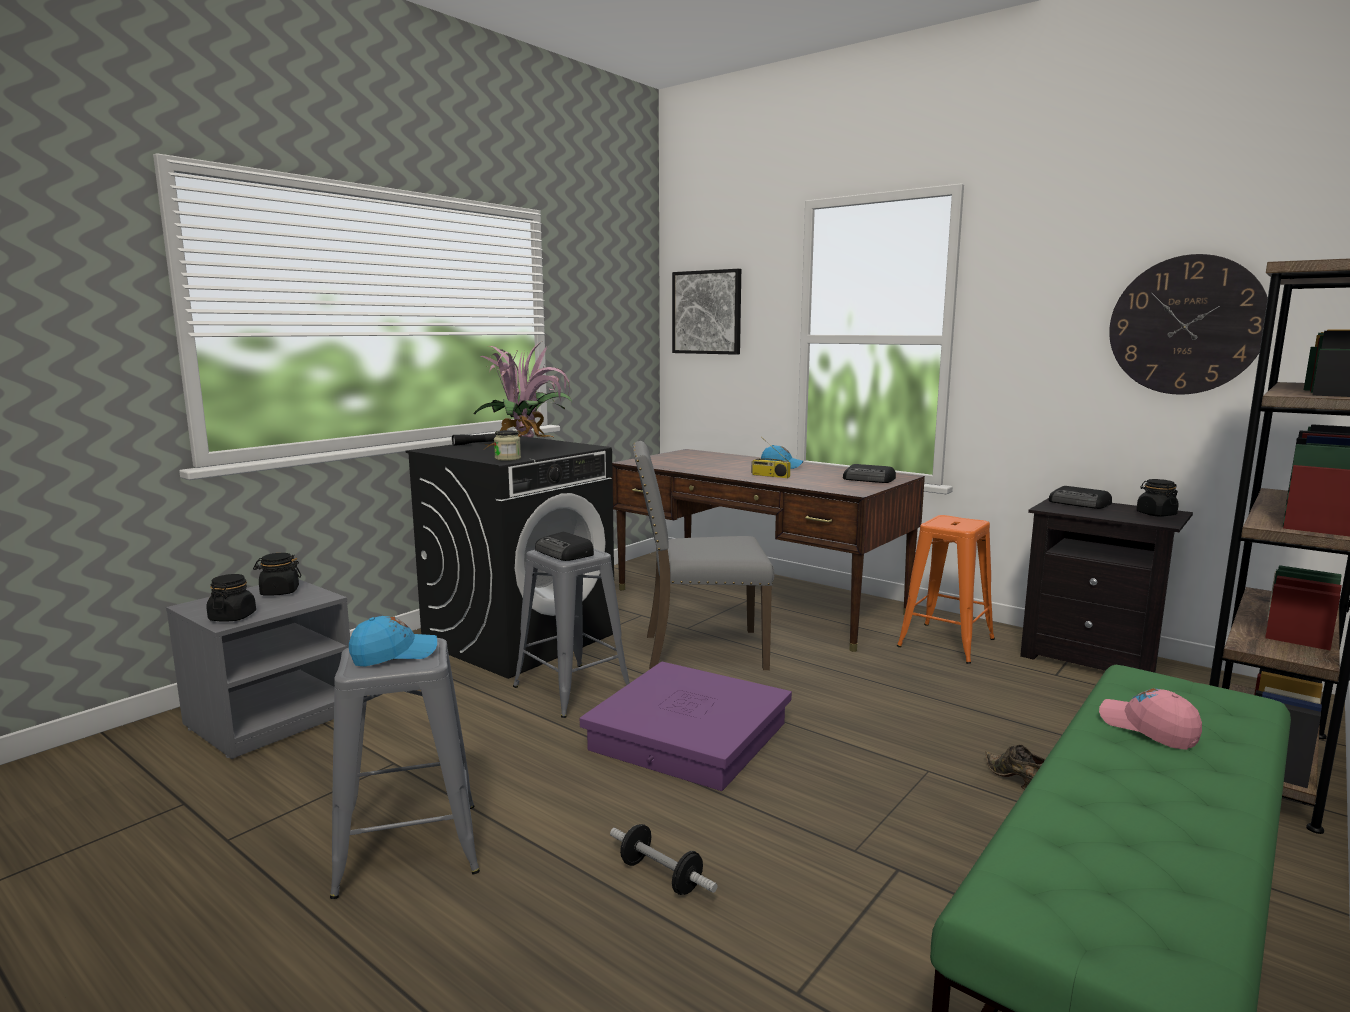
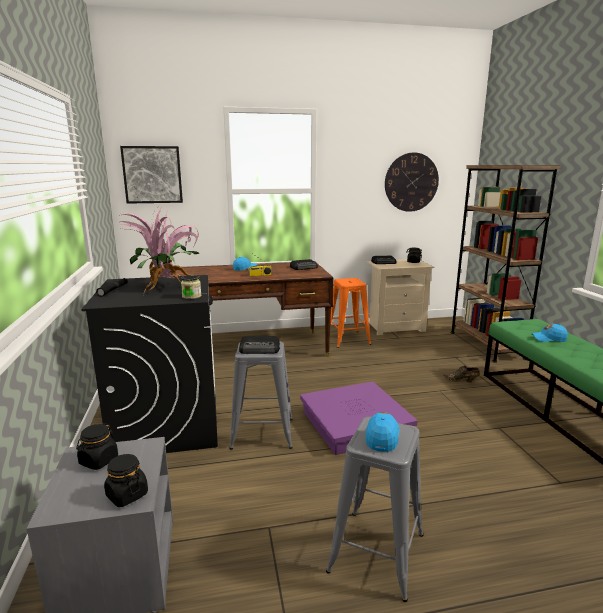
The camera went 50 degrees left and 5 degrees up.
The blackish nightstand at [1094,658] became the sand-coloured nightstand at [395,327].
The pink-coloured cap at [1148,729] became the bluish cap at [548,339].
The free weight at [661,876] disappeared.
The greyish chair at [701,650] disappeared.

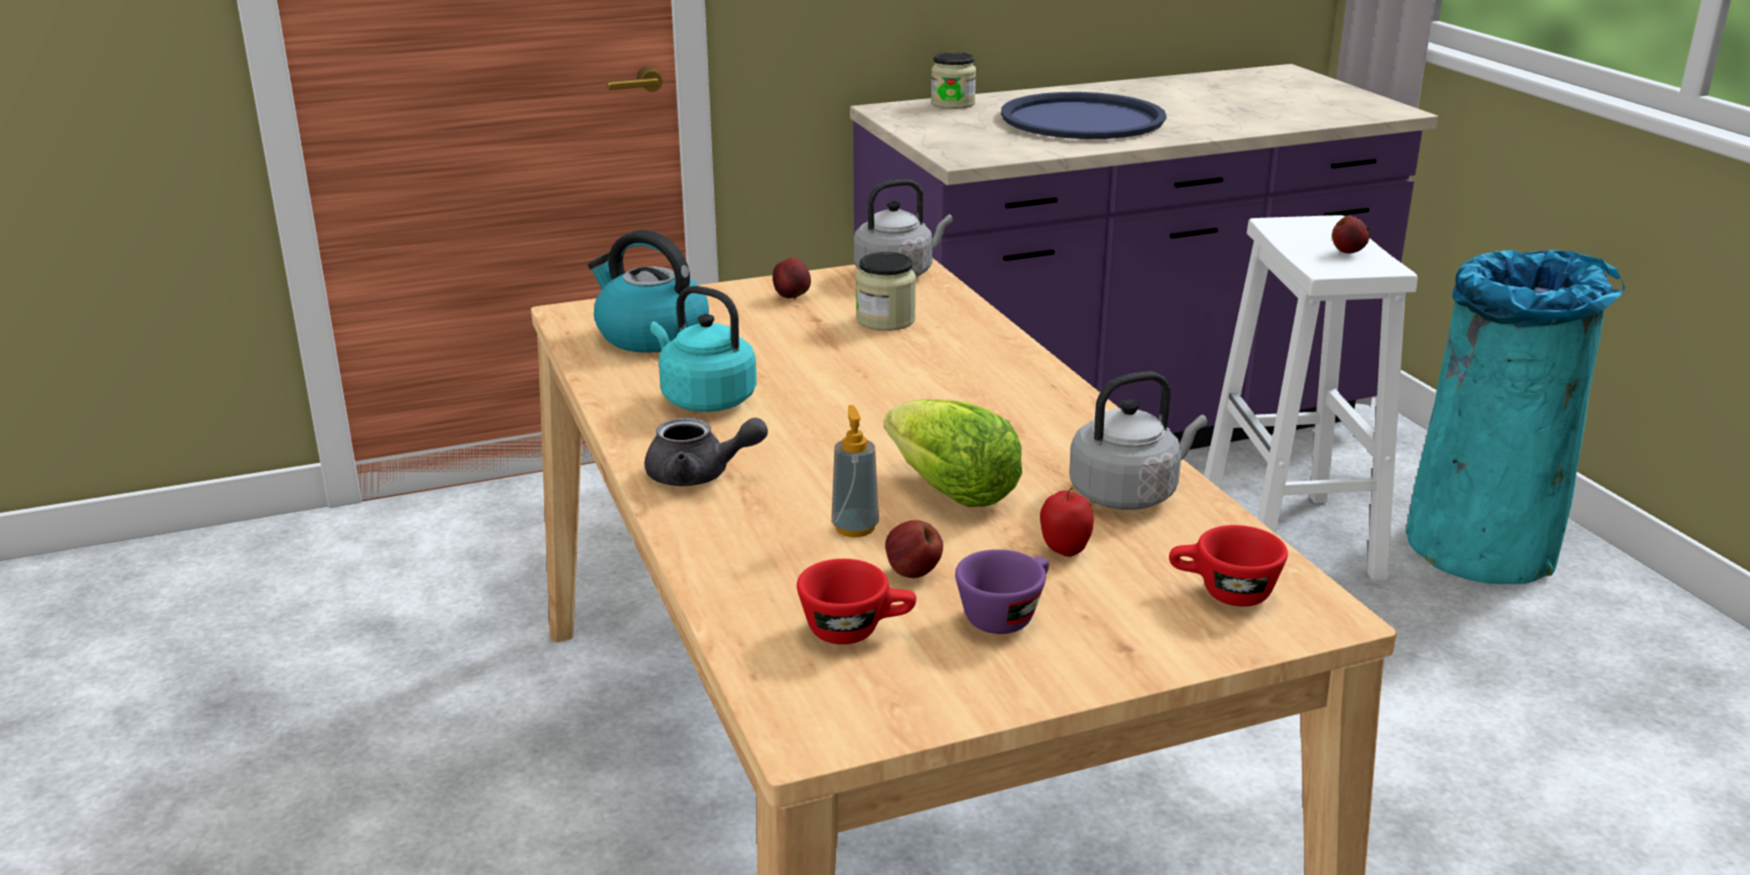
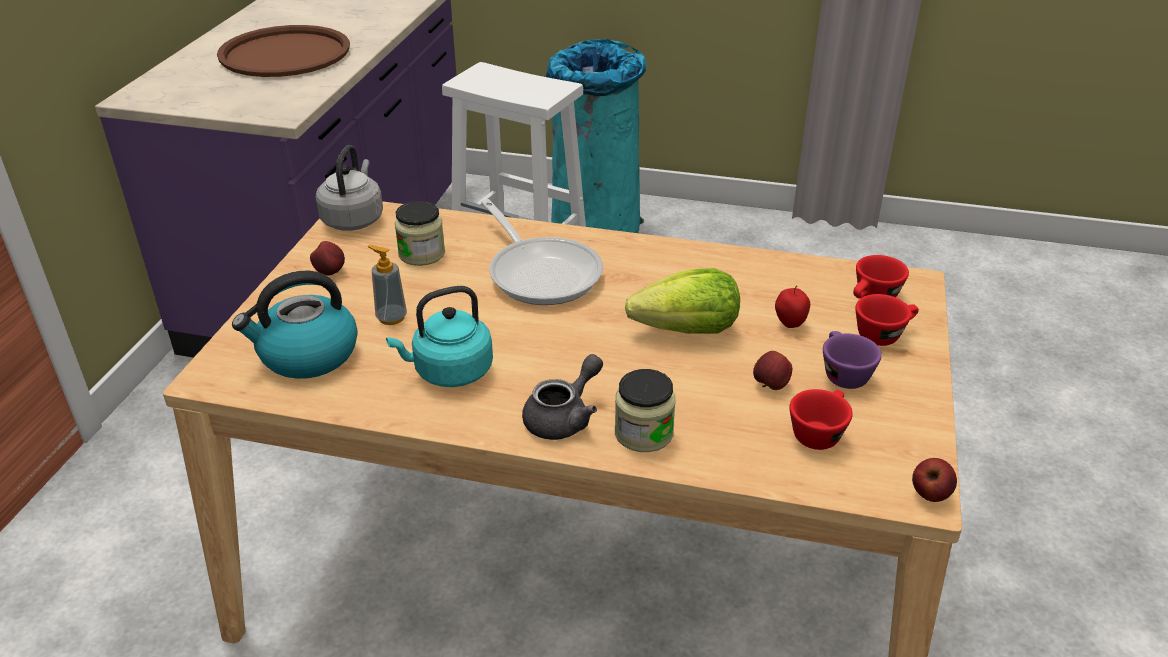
The camera went 55 degrees left and 10 degrees up.
The bluish serving tray at [1082,119] became the brown-coloured serving tray at [285,53].
The soap dispenser moved from [855,527] to [391,317].
The frying pan at [541,272] appeared.
The storage jar moved from [953,104] to [643,433].
The reddish cup at [883,334] appeared.
The apple fruit moved from [1348,252] to [930,494].
The greyish kettle at [1128,493] disappeared.

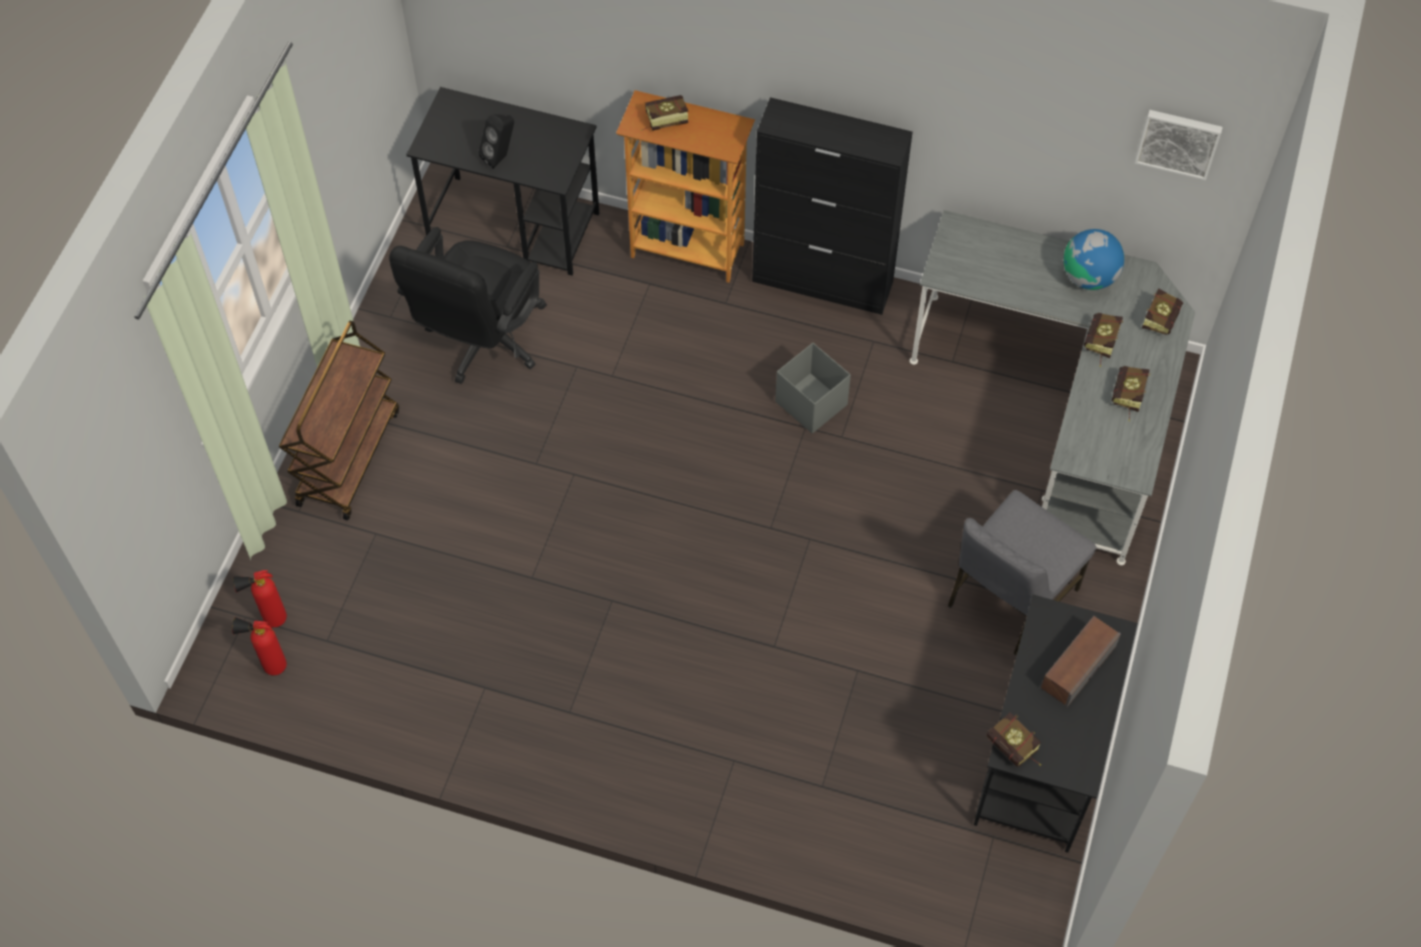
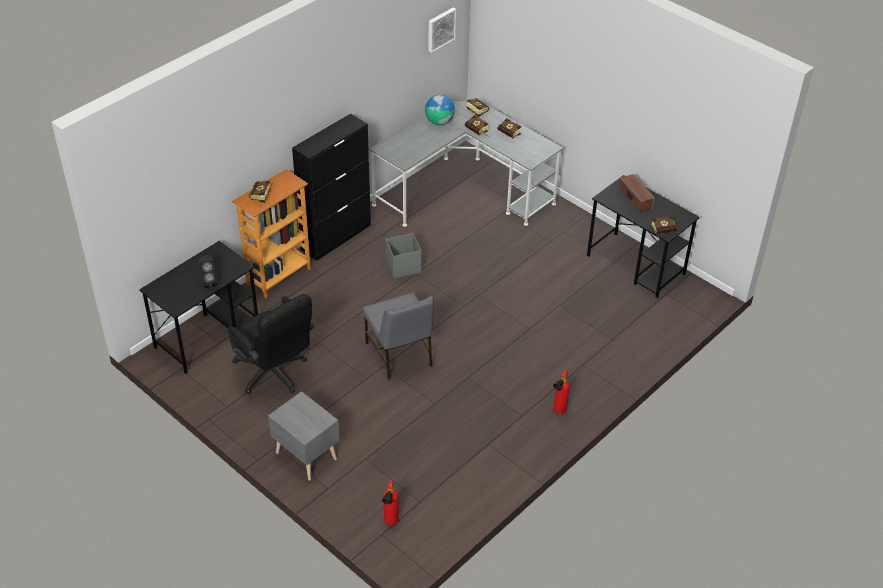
The camera went 65 degrees left and 15 degrees down.
The brown-coloured trolley at [348,456] was replaced by the greyish nightstand at [306,455].
The greyish chair moved from [1009,597] to [400,355].
The fire-fighting cylinder moved from [269,666] to [558,412].

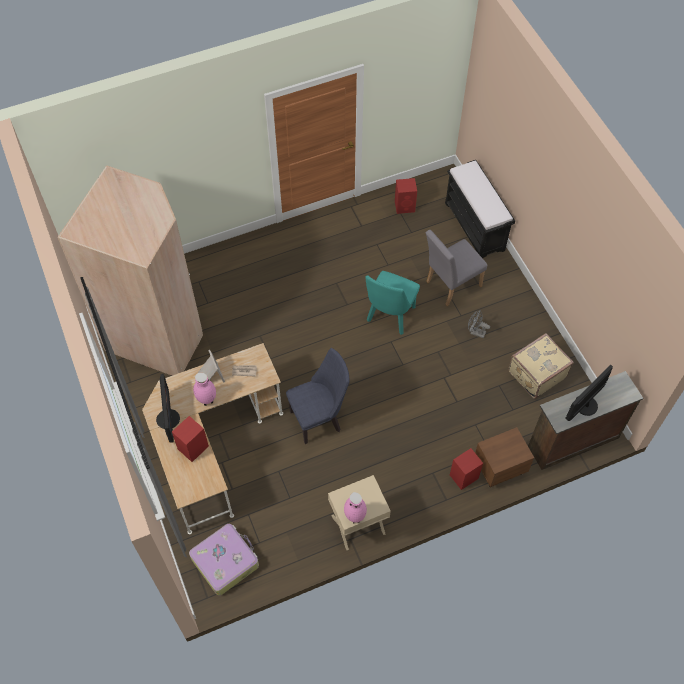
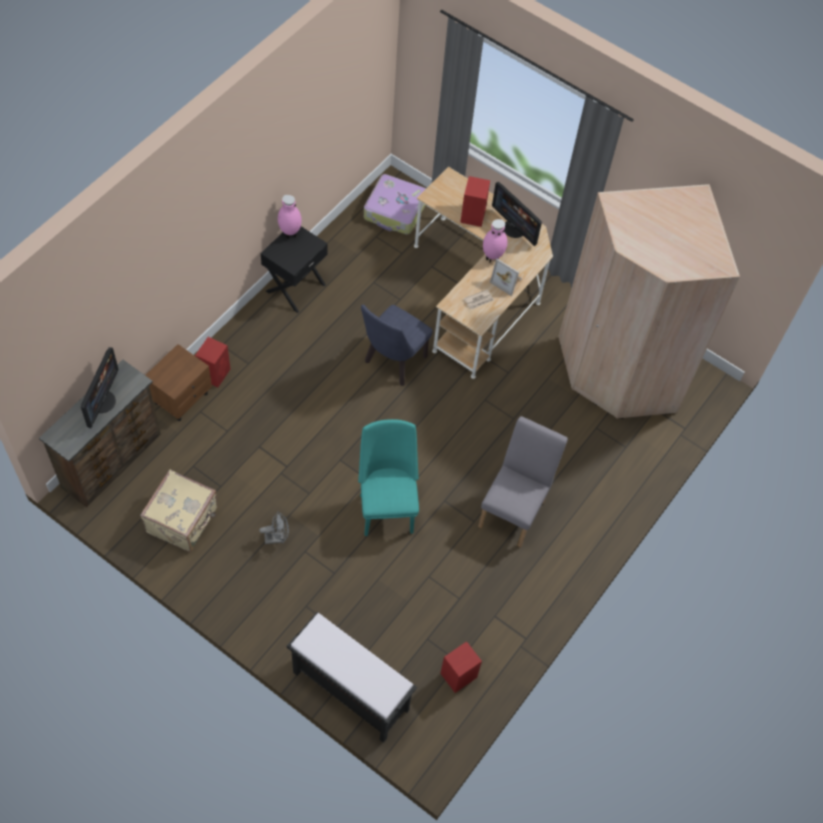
The camera went 145 degrees right and 0 degrees up.
The sand-coloured nightstand at [358,525] became the blackish nightstand at [295,287].
The greyish chair moved from [450,285] to [514,509].

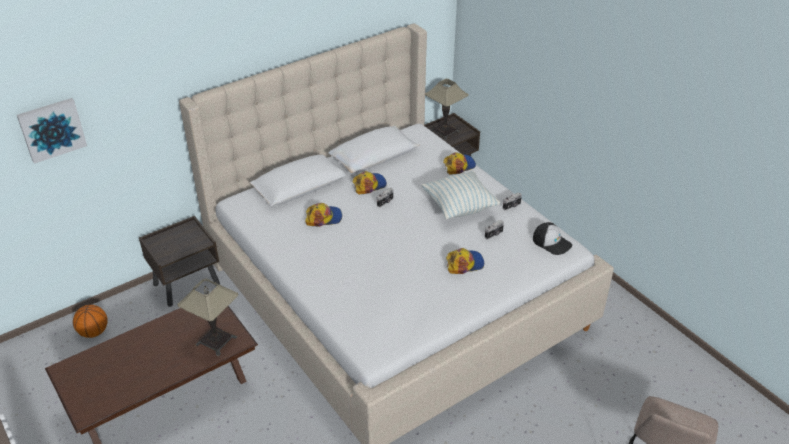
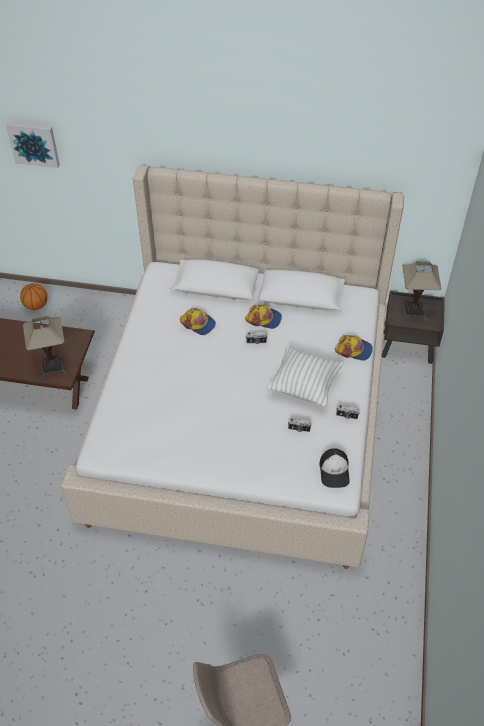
The camera went 45 degrees right and 10 degrees up.
The brown-coloured nightstand at [187,284] disappeared.
The cap at [464,263] disappeared.

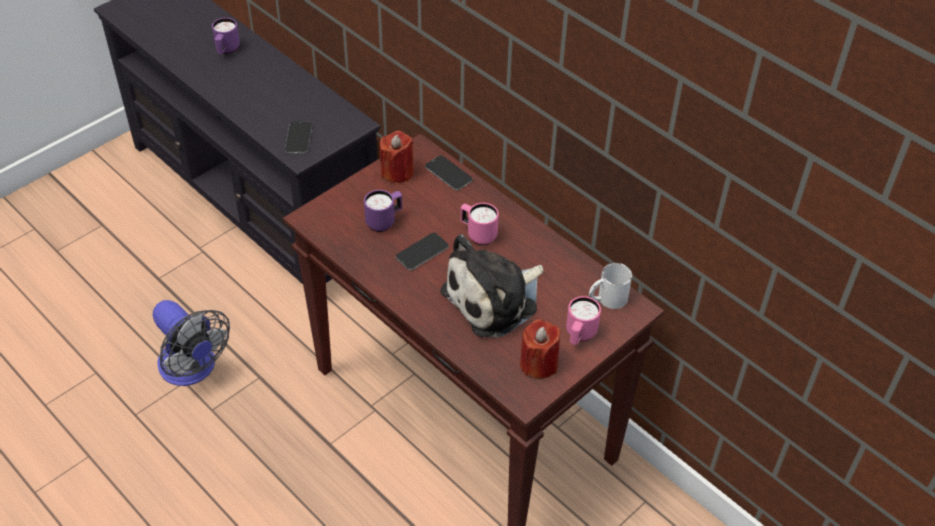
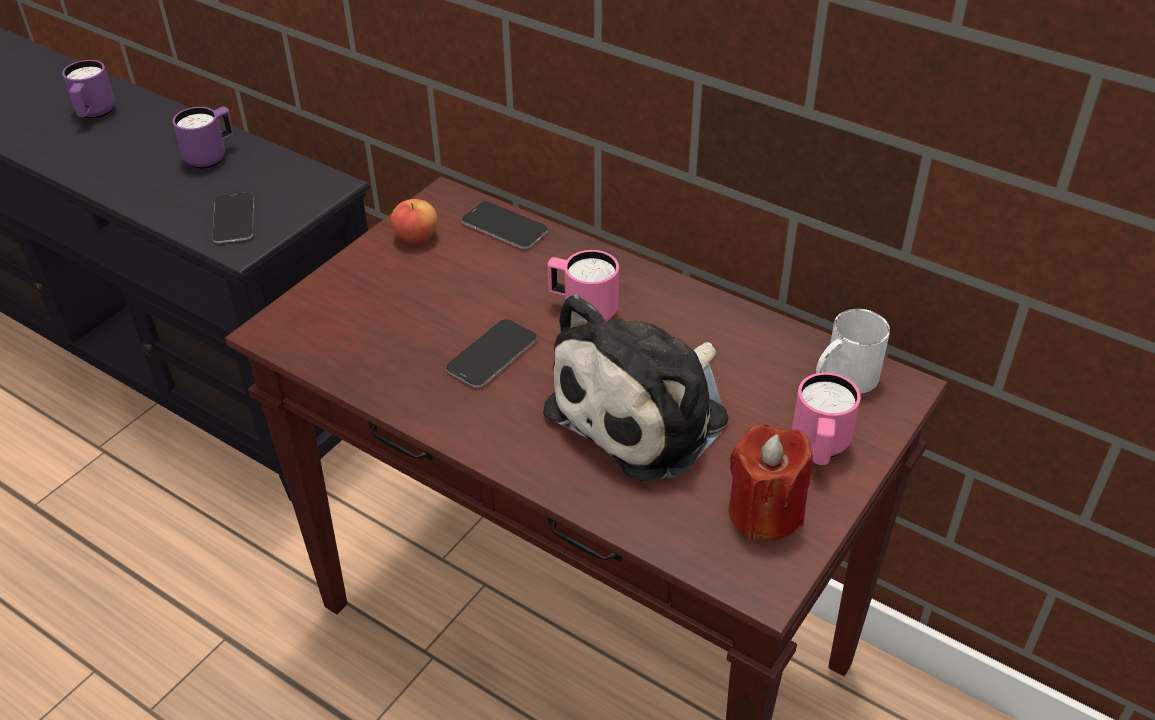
The camera went 10 degrees left and 5 degrees down.
The purple tea mug moved from [384,222] to [212,157].
The reddish wax candle at [397,172] was replaced by the apple fruit at [416,237].
The fan at [193,369] disappeared.

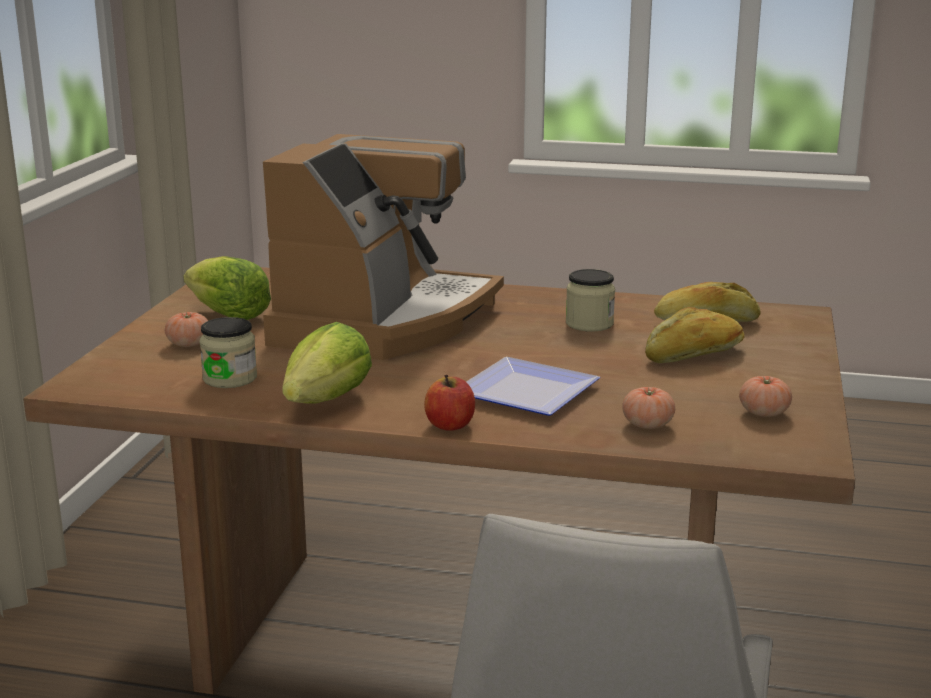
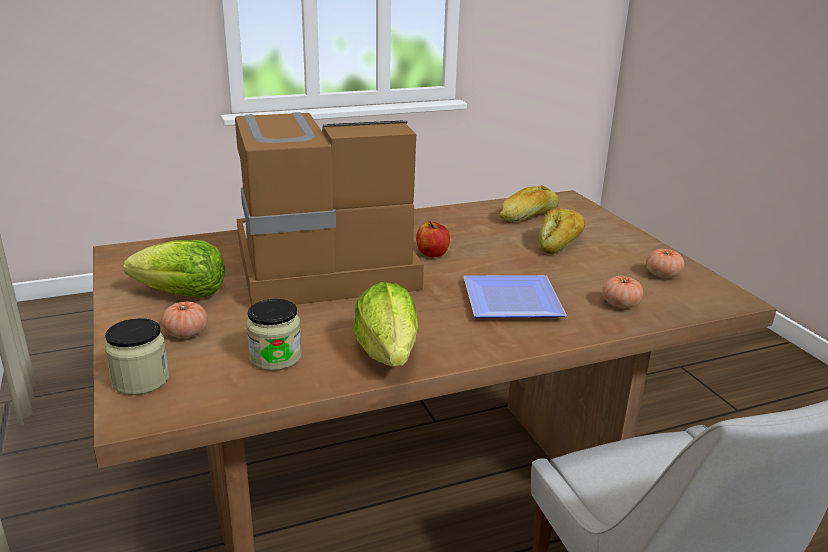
The camera went 35 degrees left and 5 degrees up.
The storage jar moved from [589,324] to [141,380].
The coffee machine at [384,322] turned 90 degrees counterclockwise.
The apple fruit moved from [450,425] to [432,254].

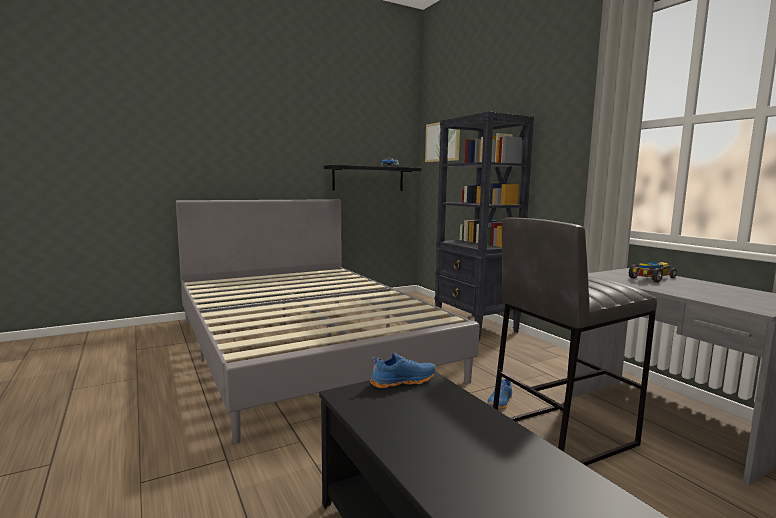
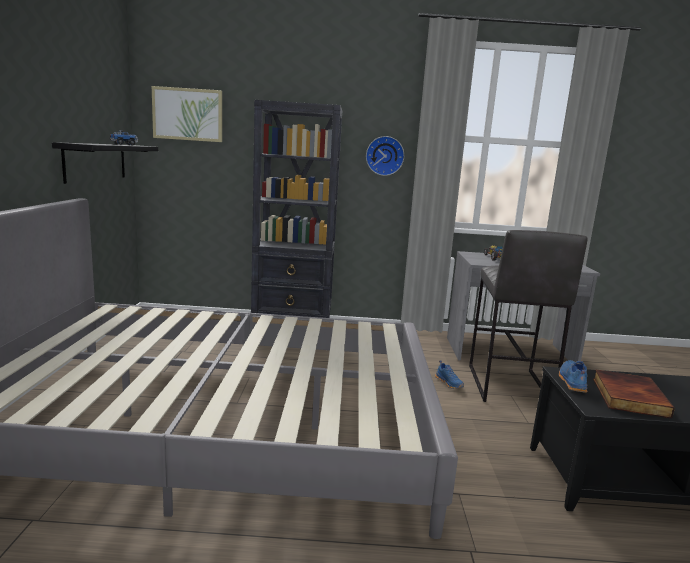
The camera went 60 degrees left and 5 degrees up.
The hanging clock at [384,156] appeared.
The bound book at [627,396] appeared.

